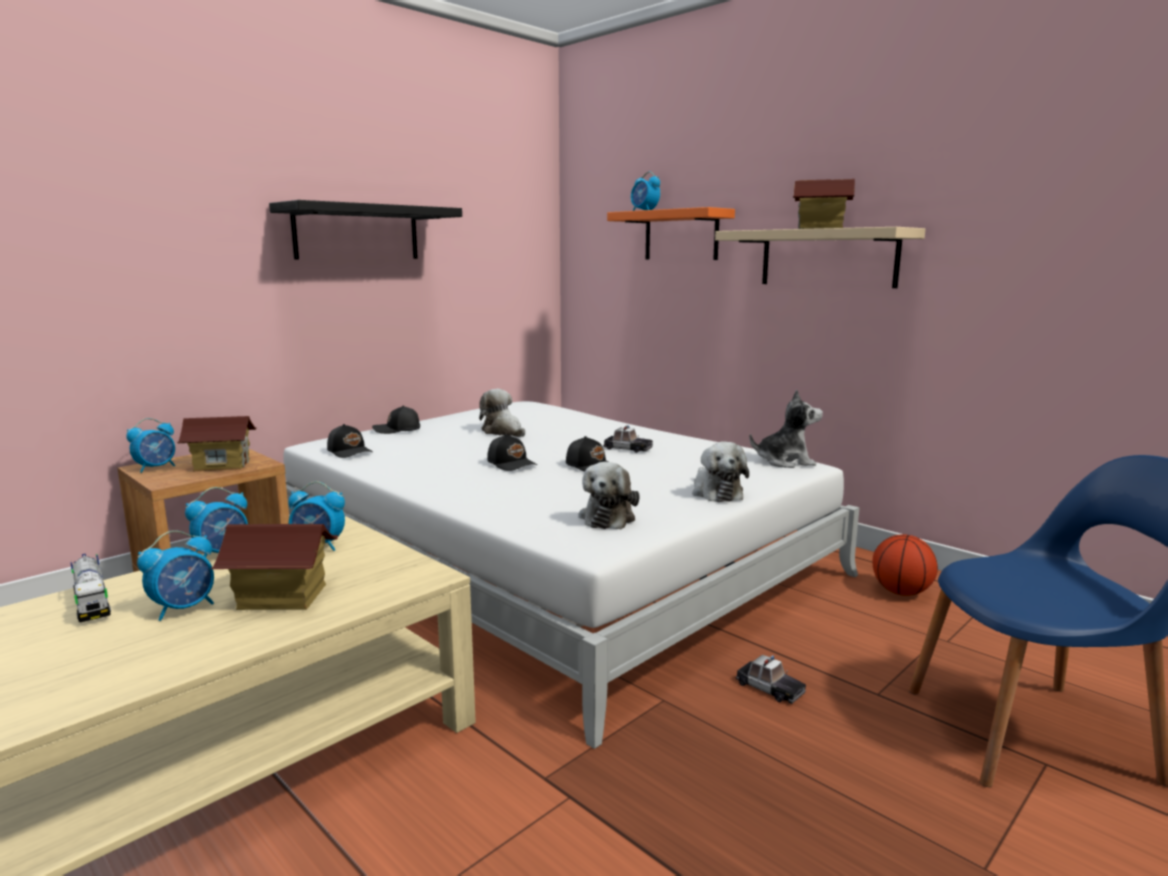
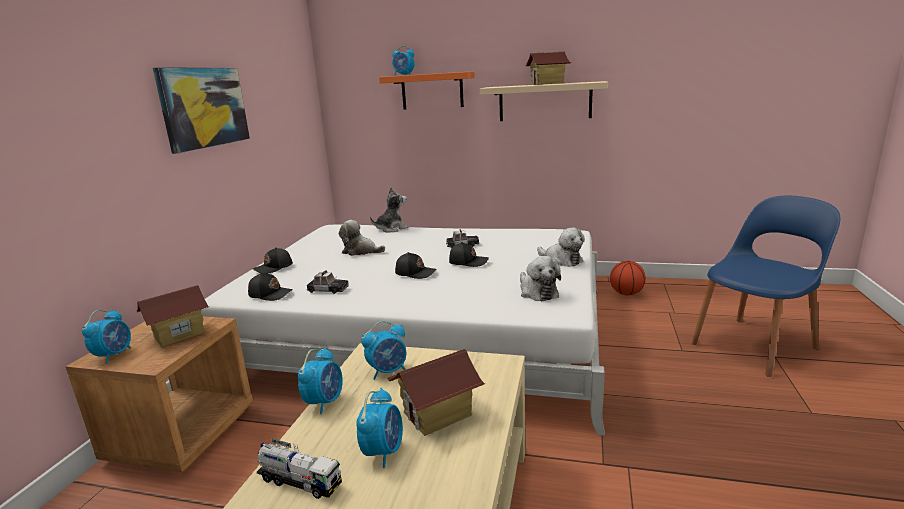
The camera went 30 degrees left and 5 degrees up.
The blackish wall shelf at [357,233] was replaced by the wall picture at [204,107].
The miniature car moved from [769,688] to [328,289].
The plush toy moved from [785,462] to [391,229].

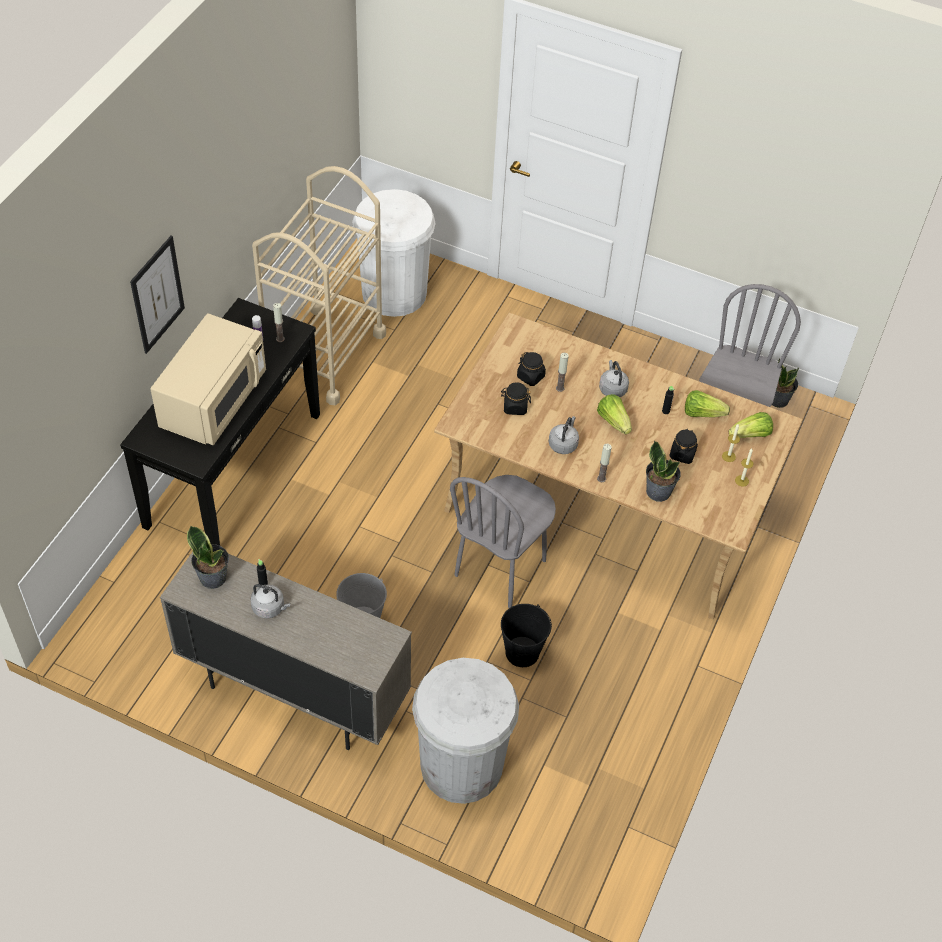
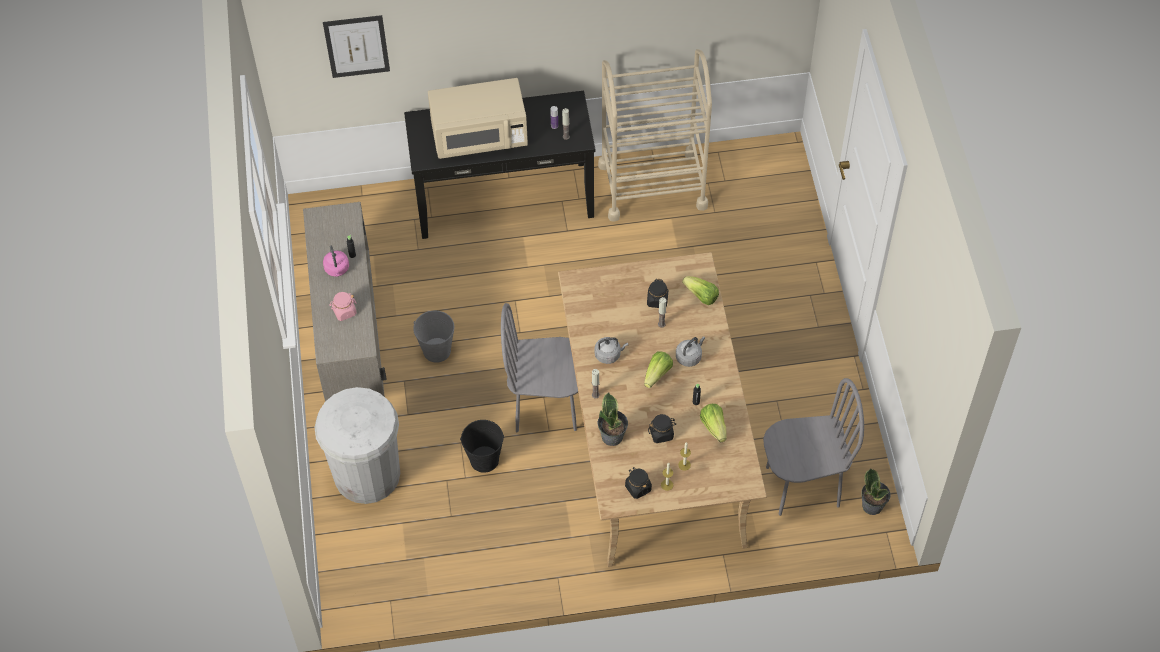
The camera went 60 degrees right and 5 degrees up.
The wall picture moved from [157,294] to [356,46].
The greyish kettle at [270,608] became the pink-coloured kettle at [337,269].
The pink-coloured storage jar at [344,312] appeared.
The blackish storage jar moved from [515,407] to [638,488].
The lettuce head moved from [751,435] to [701,296].
The plant in a pot at [213,577] disappeared.
The whitish rubbish bin at [394,293] disappeared.

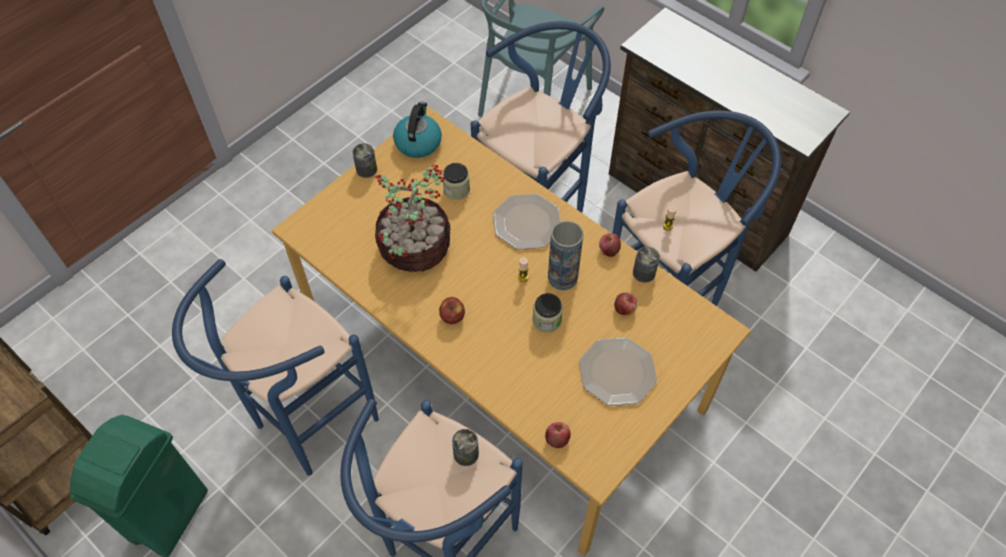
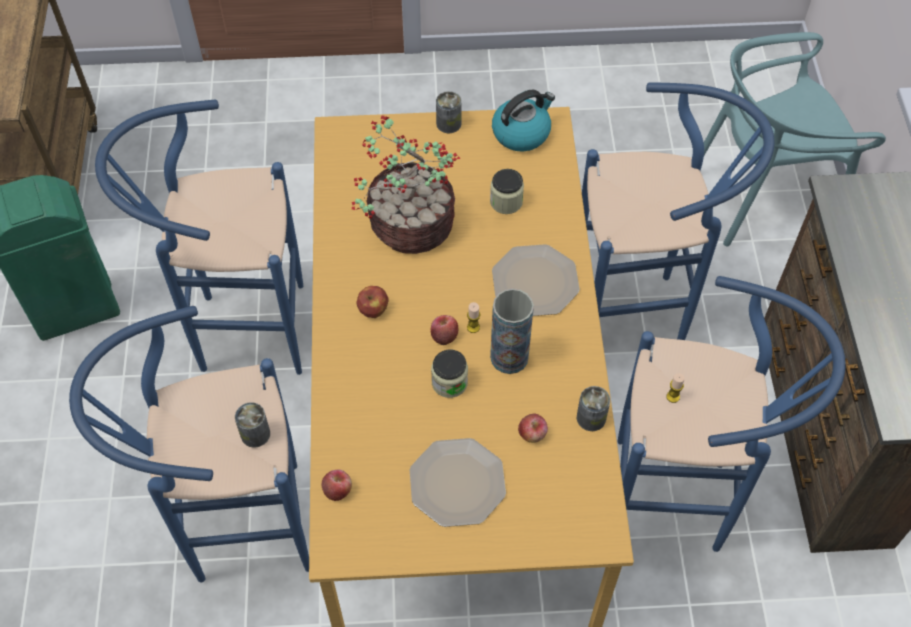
The camera went 45 degrees right and 0 degrees up.
The apple fruit moved from [609,250] to [444,335].

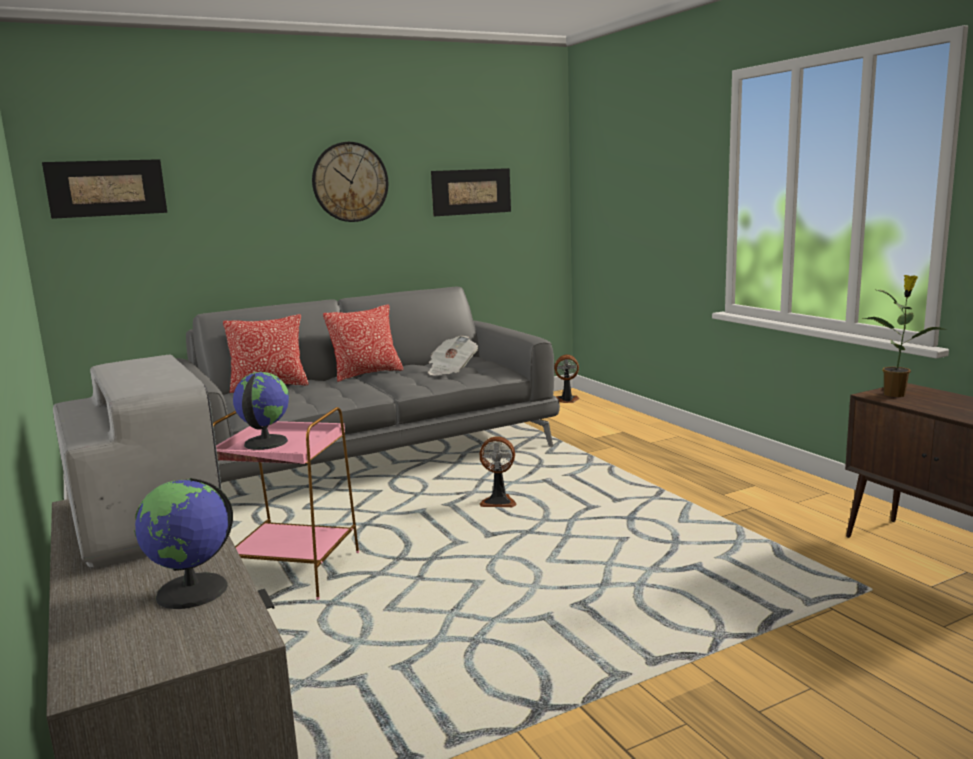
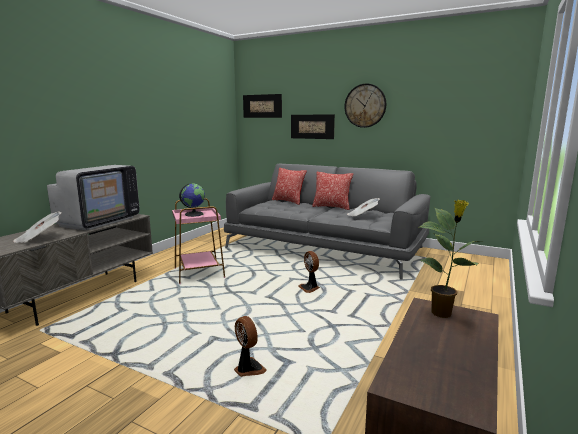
The camera went 55 degrees right and 0 degrees up.
The world globe at [193,591] was replaced by the daily paper at [39,238].
The fan moved from [566,400] to [248,369].
The wall picture moved from [471,192] to [312,126].

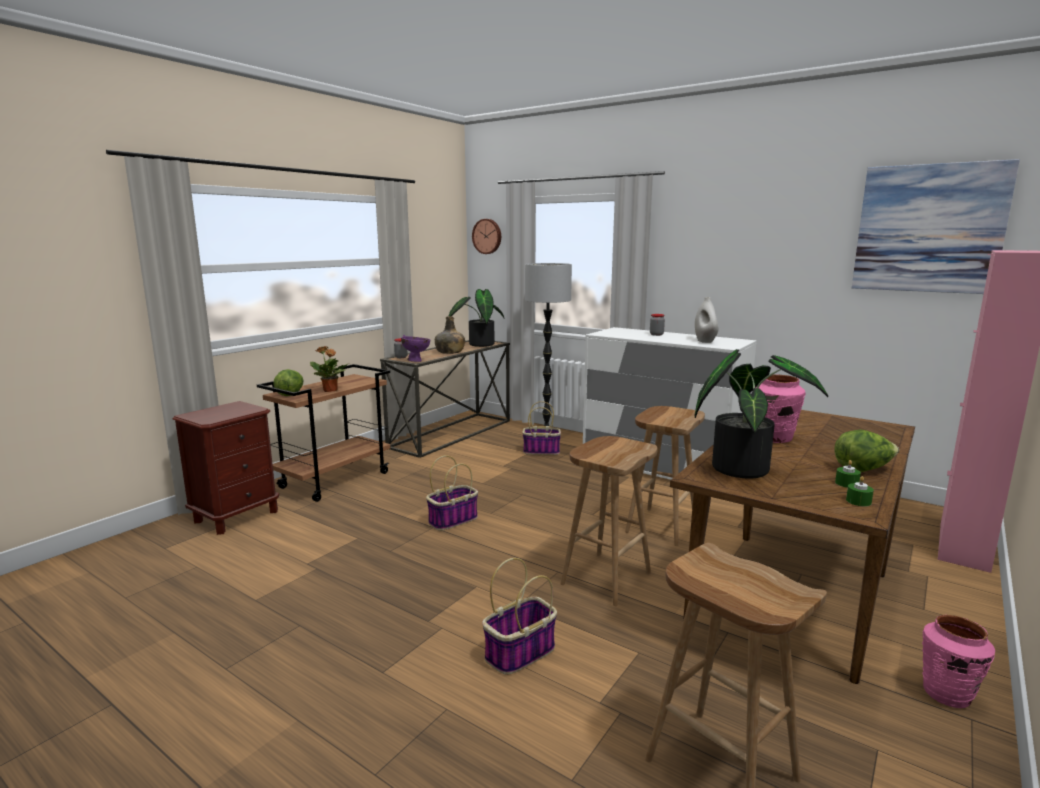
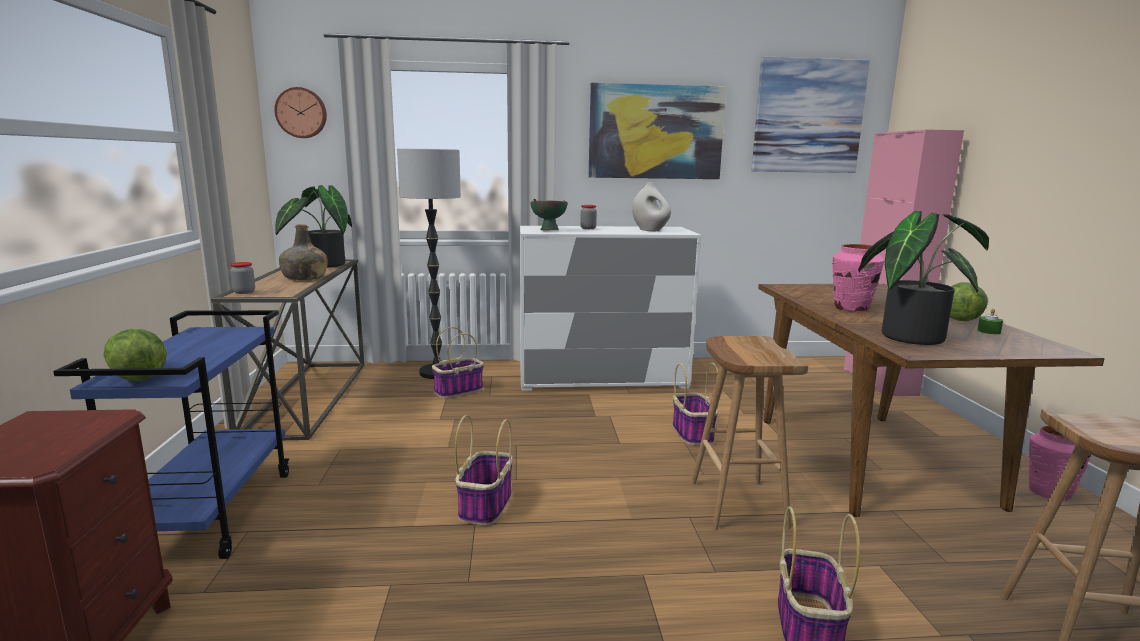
The camera went 40 degrees left and 0 degrees up.
The brown-coloured trolley at [335,480] became the bluish trolley at [210,513].
The green deep dish at [548,231] appeared.
The wall picture at [655,132] appeared.
The brown-coloured sitting stool at [661,525] was replaced by the household basket at [692,433].
The plant in a pot at [330,390] disappeared.
The purple deep dish at [416,361] disappeared.
The green wax candle at [858,501] disappeared.

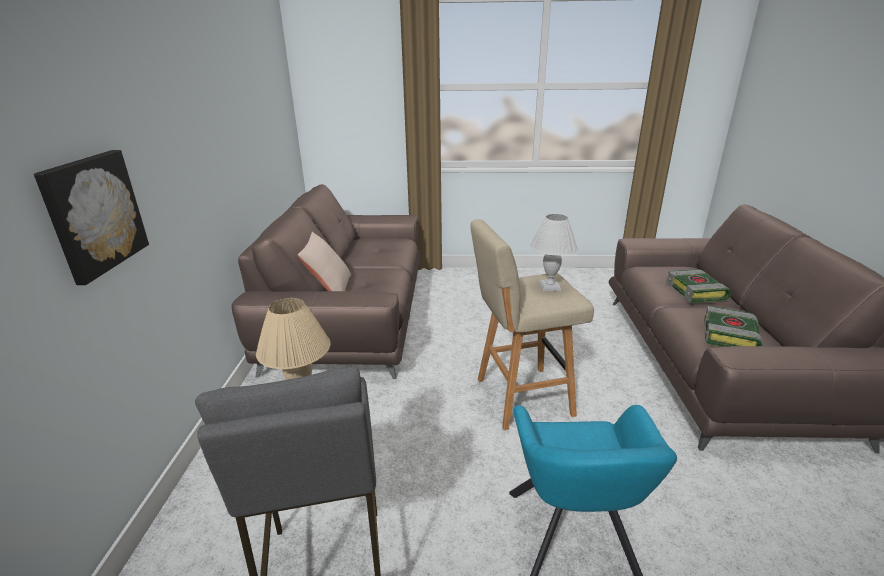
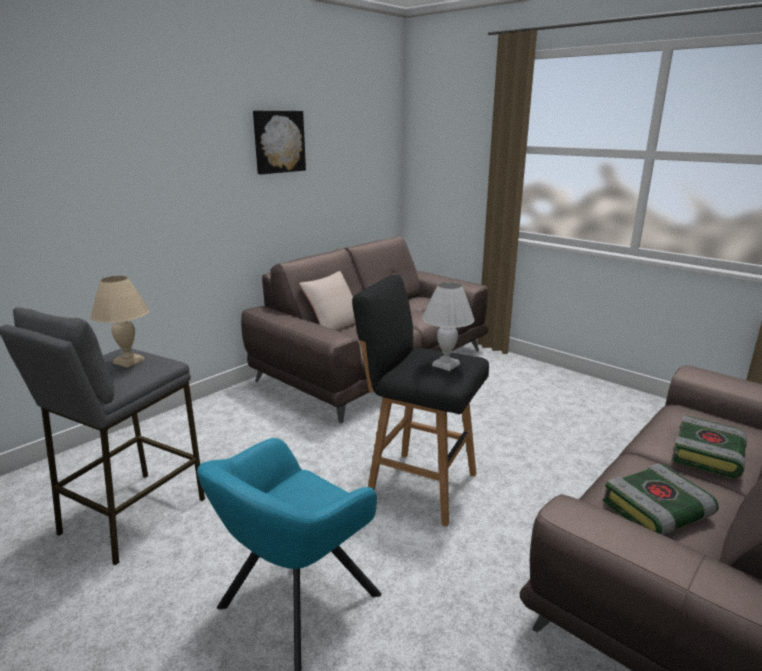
The camera went 40 degrees right and 5 degrees down.
The wall picture moved from [93,214] to [278,142].
The sand-coloured sitting stool at [520,397] became the blackish sitting stool at [418,485].

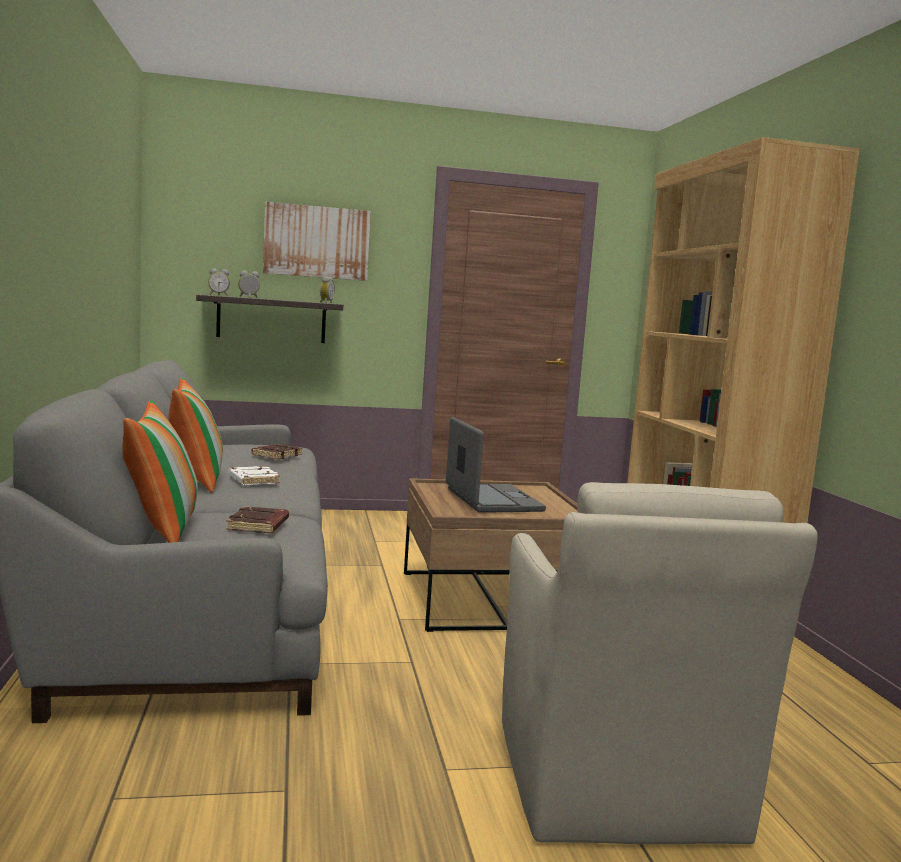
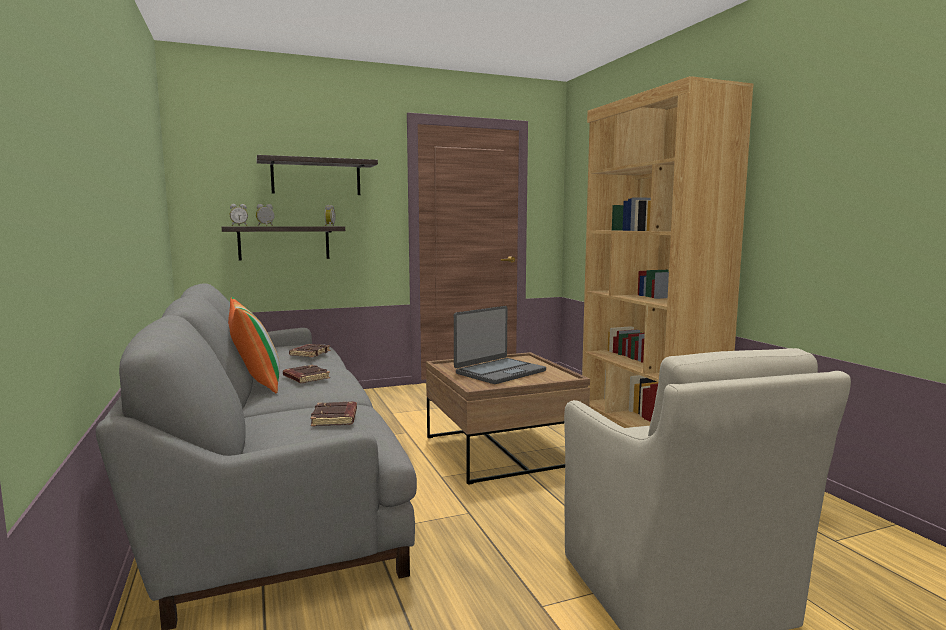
The camera went 10 degrees left and 0 degrees up.
The wall picture at [317,242] was replaced by the wall shelf at [316,177].
The whitish bound book at [252,480] became the brown-coloured bound book at [305,378].
The notebook computer at [492,500] turned 75 degrees clockwise.
The cushion at [161,528] disappeared.

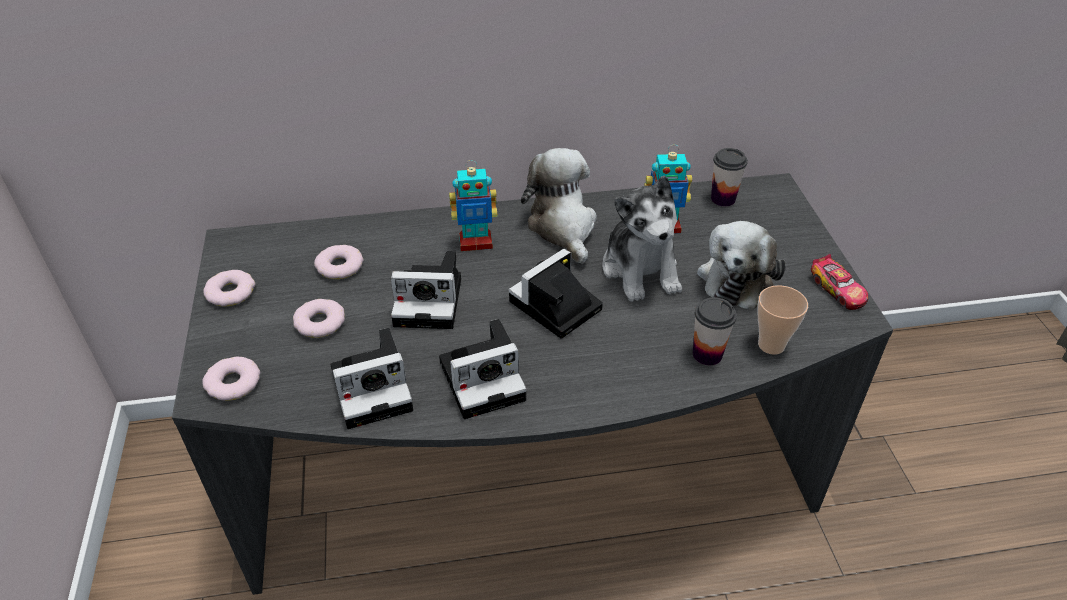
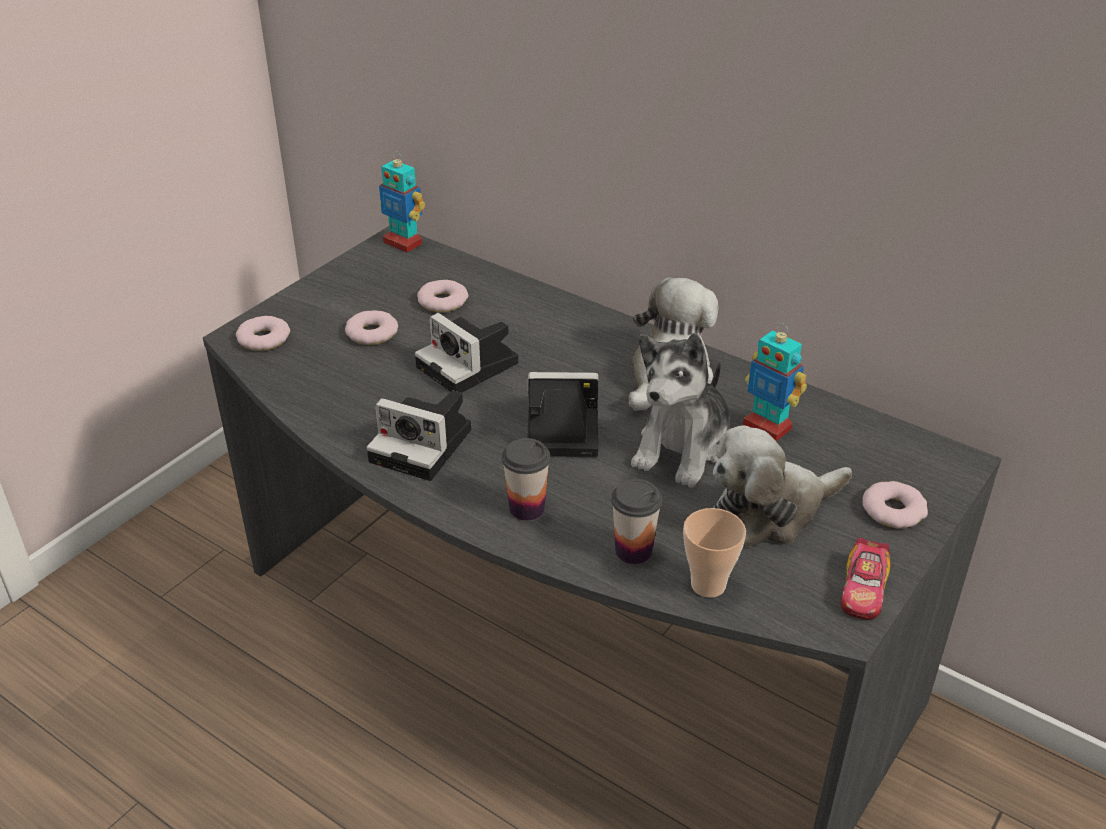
The camera went 45 degrees right and 5 degrees down.
The toy robot moved from [475,242] to [403,243].
The cup moved from [723,199] to [526,508].
The doughnut moved from [230,292] to [893,510].
The photo camera at [375,388] disappeared.

